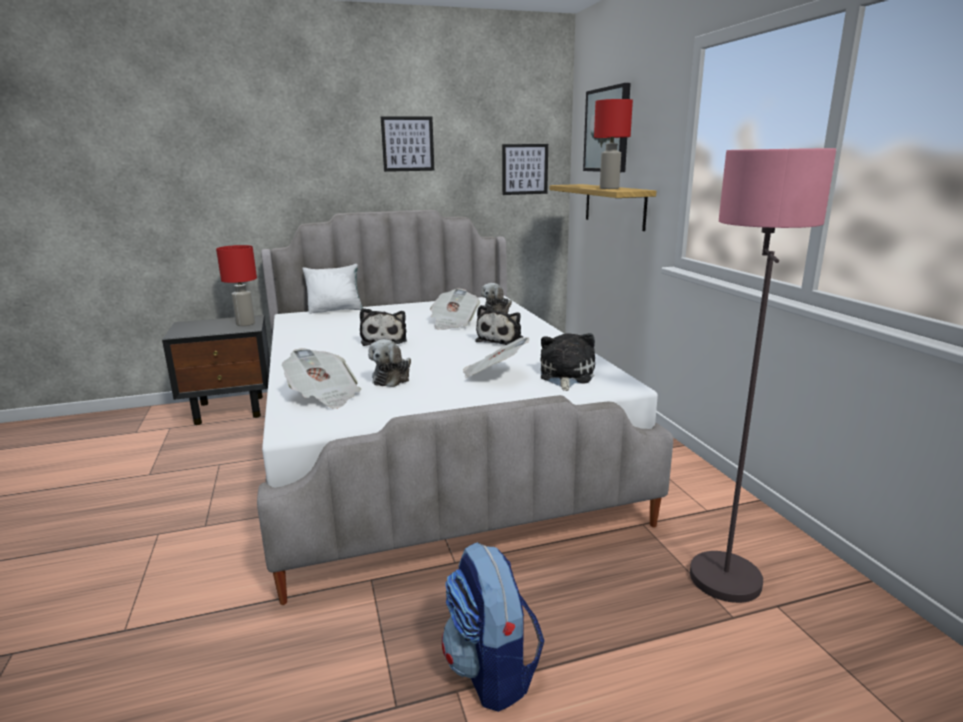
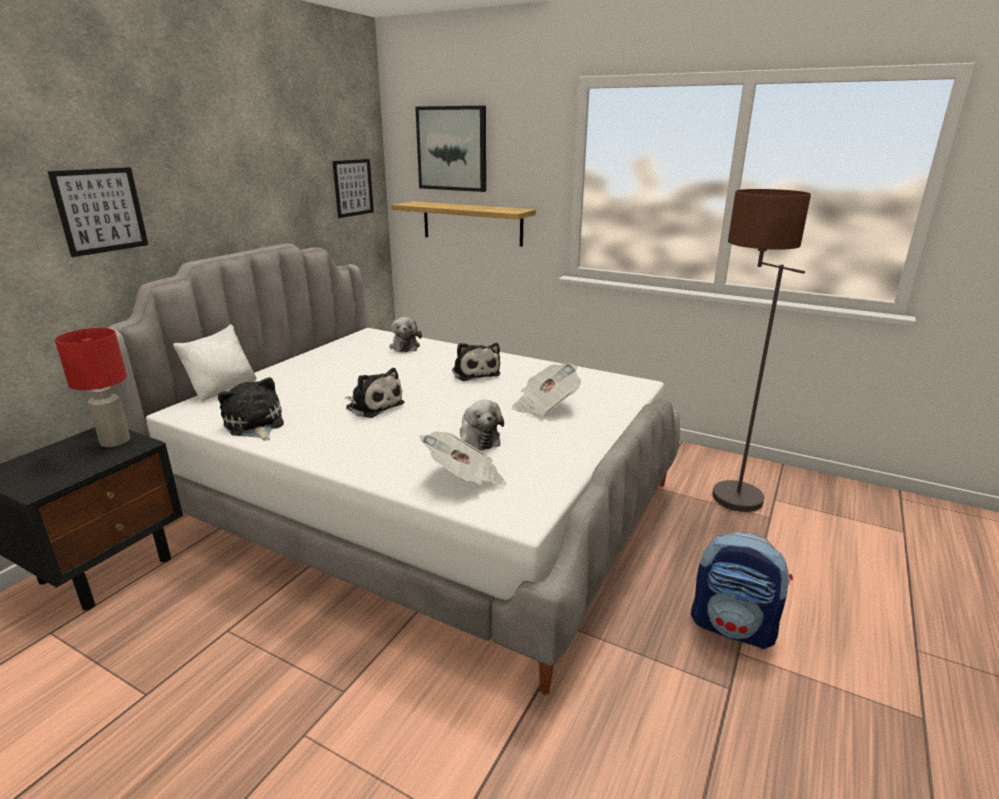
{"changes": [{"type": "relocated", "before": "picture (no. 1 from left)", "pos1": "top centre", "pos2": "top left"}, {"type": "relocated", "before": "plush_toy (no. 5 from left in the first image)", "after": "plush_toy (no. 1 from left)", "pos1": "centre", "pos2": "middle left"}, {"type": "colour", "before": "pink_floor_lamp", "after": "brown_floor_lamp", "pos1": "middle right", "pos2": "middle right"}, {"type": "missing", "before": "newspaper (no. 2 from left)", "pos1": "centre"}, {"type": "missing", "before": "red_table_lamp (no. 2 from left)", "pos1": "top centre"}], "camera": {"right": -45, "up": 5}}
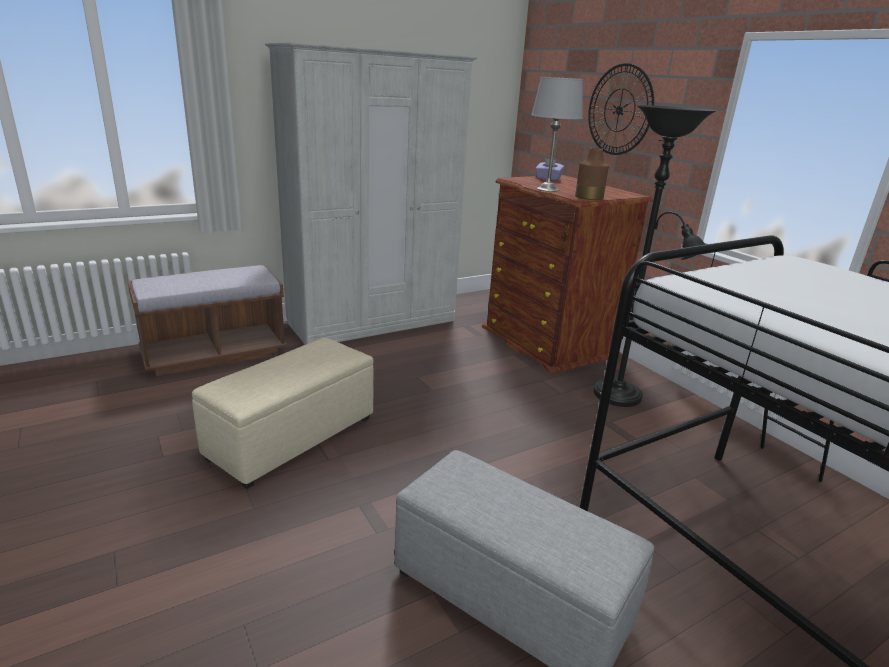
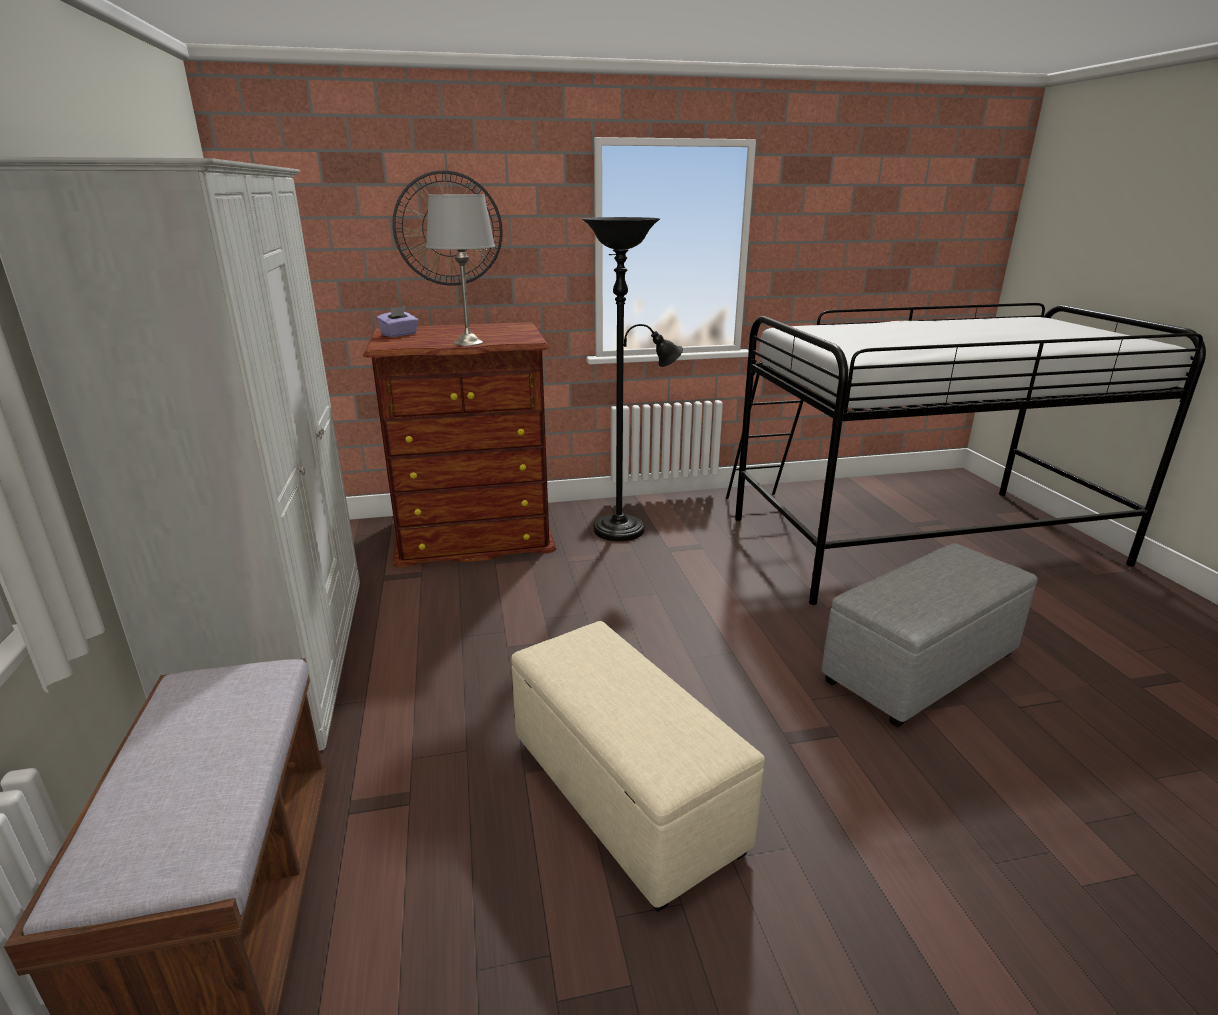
{"changes": [{"type": "missing", "before": "brown_vase", "pos1": "top centre"}], "camera": {"right": -70, "up": 0}}
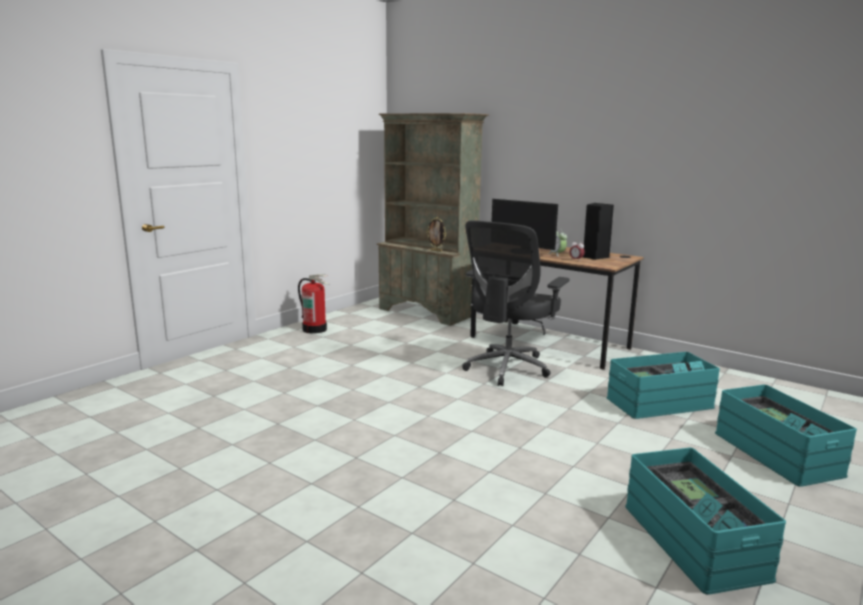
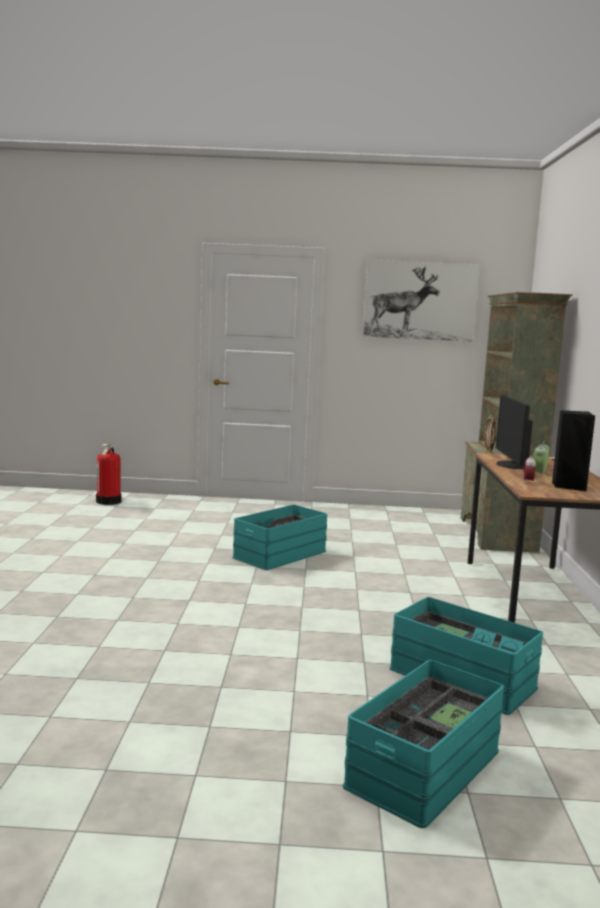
{"changes": [{"type": "relocated", "before": "fire_extinguisher", "pos1": "centre", "pos2": "middle left"}, {"type": "relocated", "before": "turquoise_storage_box (no. 2 from left in the first image)", "after": "turquoise_storage_box (no. 1 from left)", "pos1": "bottom right", "pos2": "centre"}, {"type": "appeared", "after": "picture", "pos2": "top right"}, {"type": "missing", "before": "office_chair", "pos1": "centre"}], "camera": {"right": 55, "up": -5}}
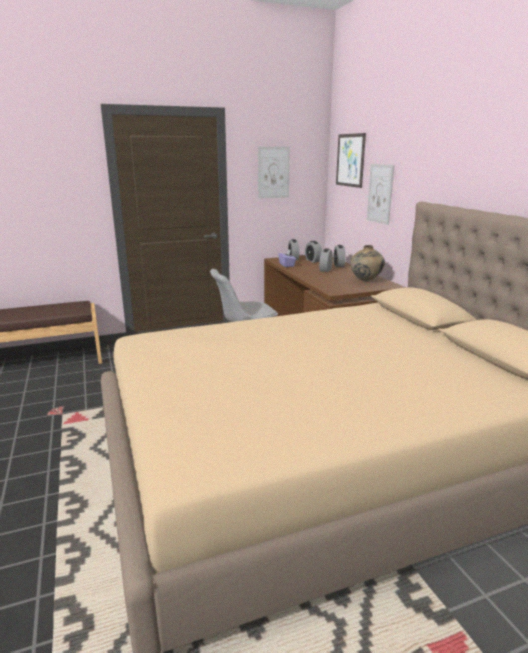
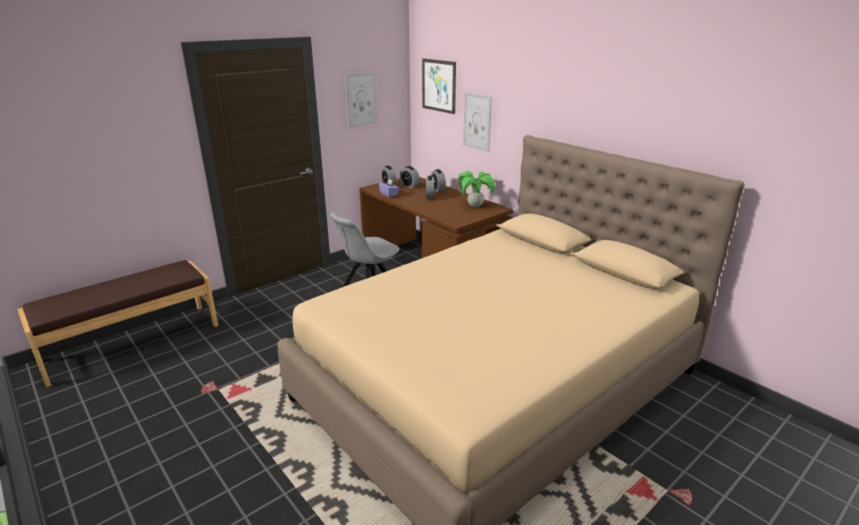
{"changes": [{"type": "exchanged", "before": "beige_vase", "after": "potted_plant", "pos1": "middle right", "pos2": "centre"}], "camera": {"right": -20, "up": 5}}
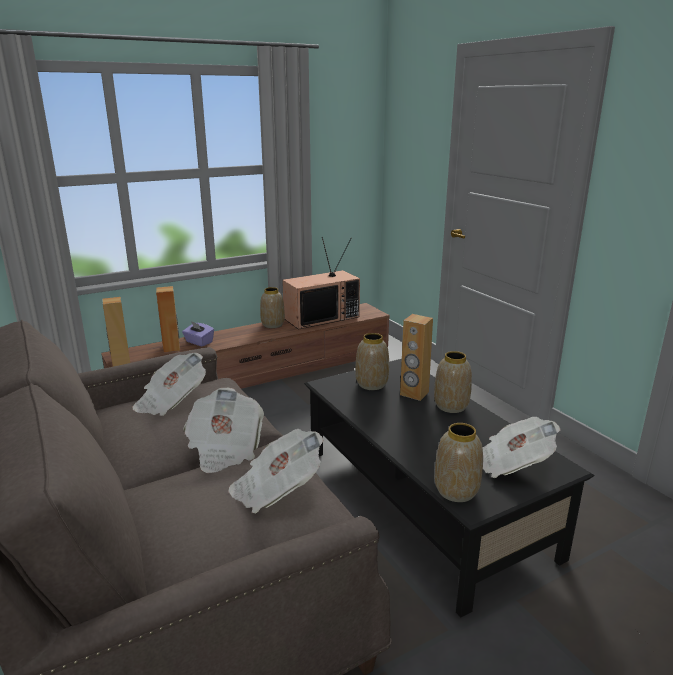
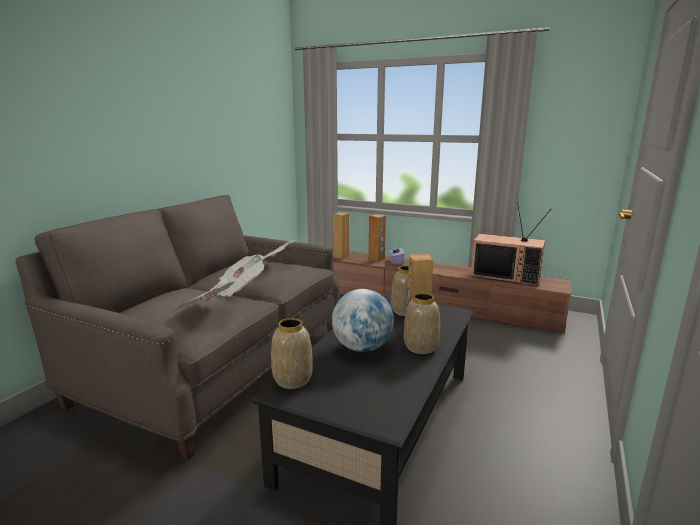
{"changes": [{"type": "appeared", "after": "globe", "pos2": "centre"}, {"type": "missing", "before": "vase (no. 1 from left)", "pos1": "centre"}, {"type": "missing", "before": "newspaper (no. 4 from left)", "pos1": "middle right"}], "camera": {"right": 55, "up": -5}}
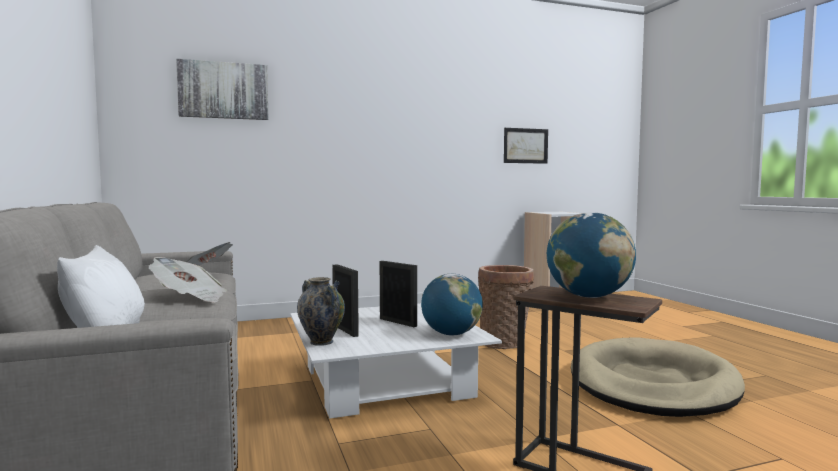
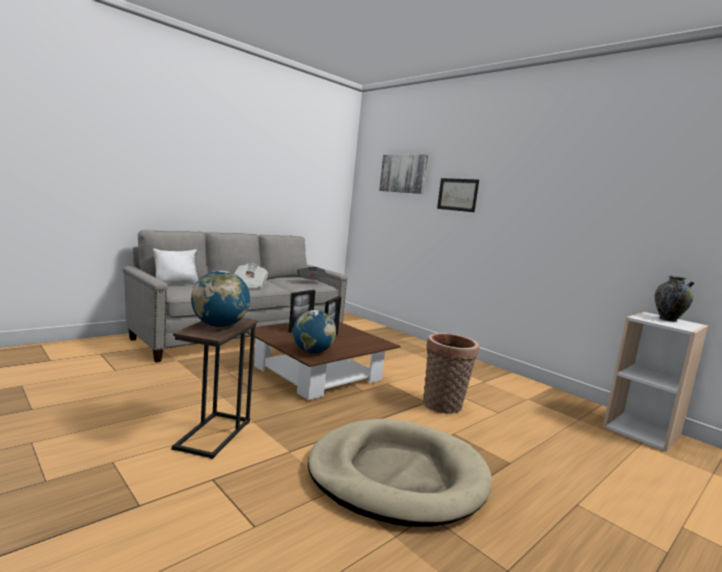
{"changes": [{"type": "colour", "before": "white_coffee_table", "after": "brown_coffee_table", "pos1": "bottom centre", "pos2": "centre"}, {"type": "relocated", "before": "picture (no. 2 from left)", "pos1": "top centre", "pos2": "centre"}, {"type": "relocated", "before": "vase", "pos1": "centre", "pos2": "middle right"}], "camera": {"right": 65, "up": 5}}
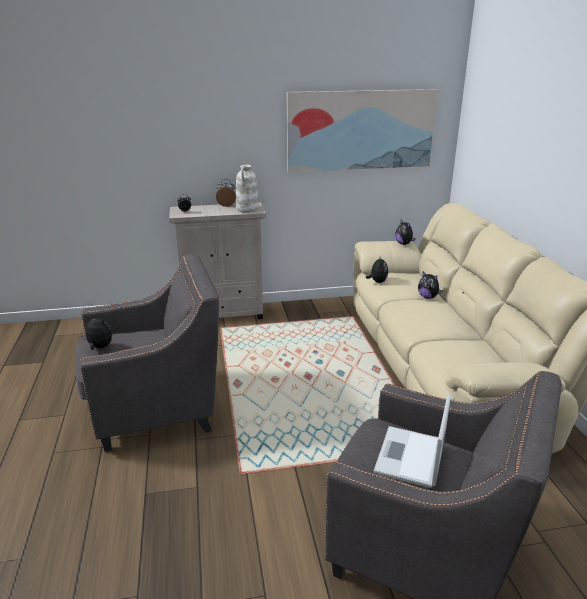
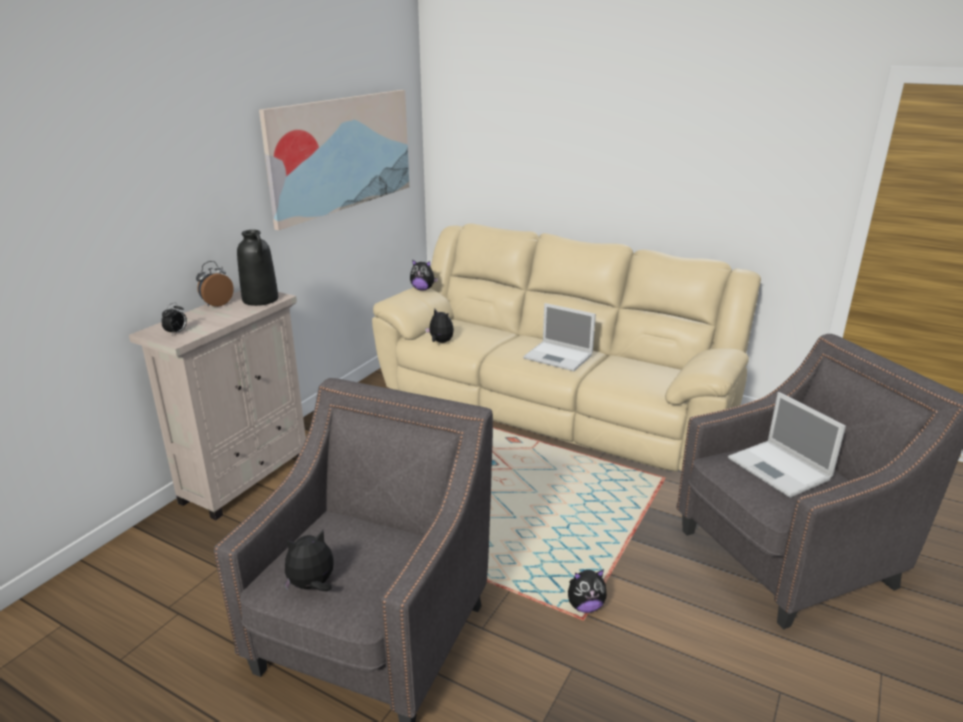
{"changes": [{"type": "colour", "before": "white_vase", "after": "black_vase", "pos1": "top centre", "pos2": "middle left"}, {"type": "appeared", "after": "laptop (no. 1 from left)", "pos2": "centre"}, {"type": "relocated", "before": "plush_toy (no. 4 from left)", "pos1": "middle right", "pos2": "bottom centre"}], "camera": {"right": -50, "up": 0}}
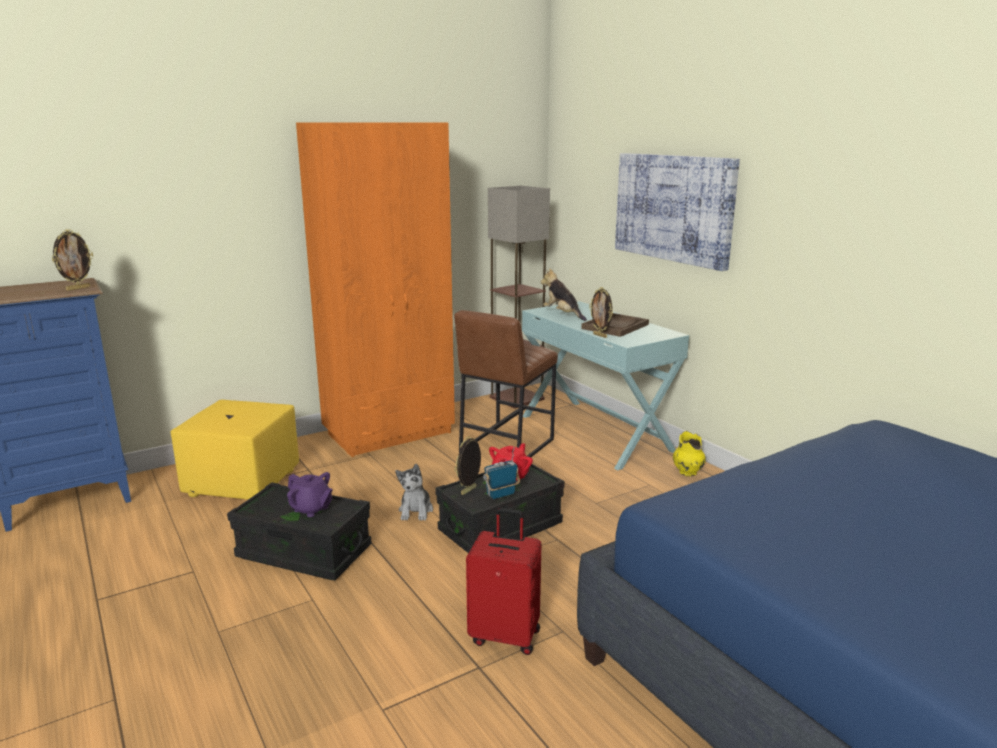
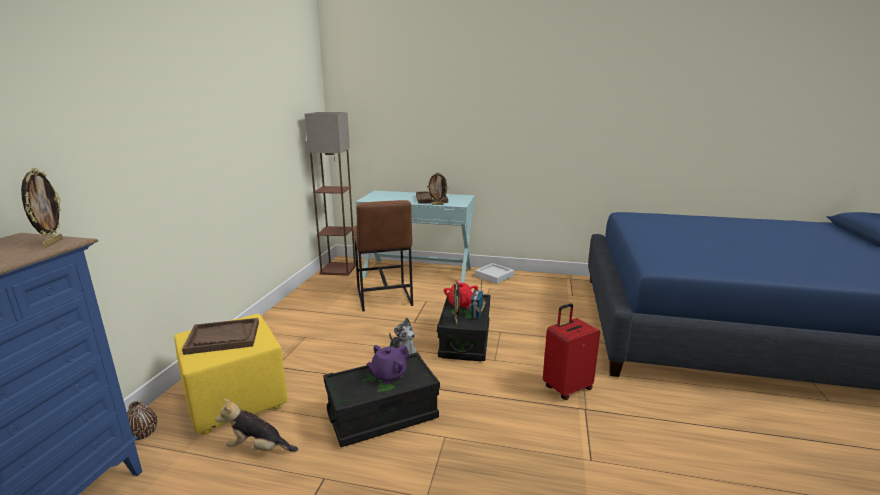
{"changes": [{"type": "appeared", "after": "brown_vase", "pos2": "bottom left"}, {"type": "appeared", "after": "brown_tray (no. 1 from left)", "pos2": "bottom left"}, {"type": "relocated", "before": "plush_toy (no. 2 from left in the first image)", "after": "plush_toy (no. 1 from left)", "pos1": "centre", "pos2": "bottom left"}, {"type": "spun", "before": "purple_teapot", "pos1": "middle left", "pos2": "bottom centre", "turn": 150}, {"type": "exchanged", "before": "yellow_vase", "after": "grey_tray", "pos1": "middle right", "pos2": "centre"}, {"type": "missing", "before": "orange_wardrobe", "pos1": "centre"}, {"type": "missing", "before": "picture", "pos1": "top right"}], "camera": {"right": -45, "up": 0}}
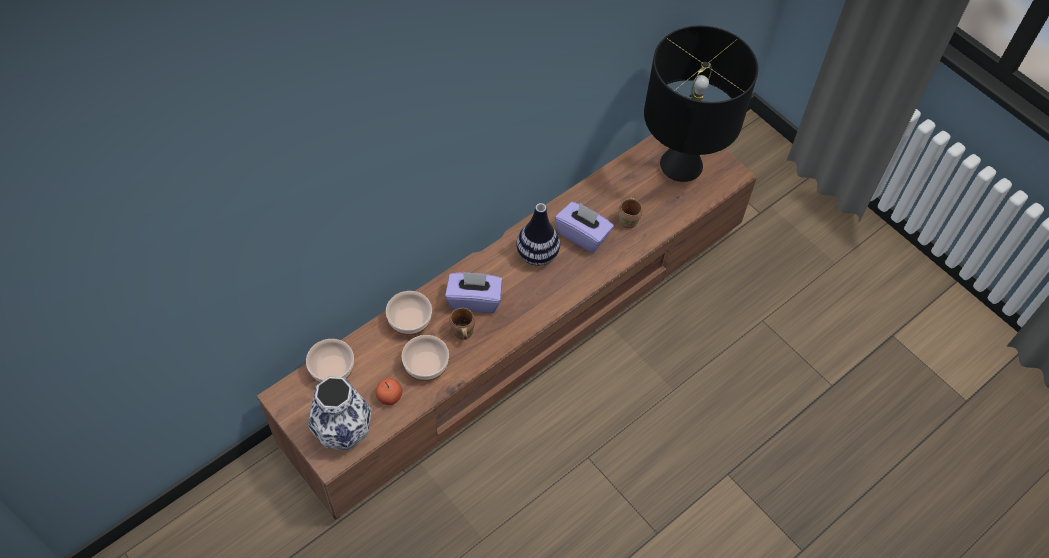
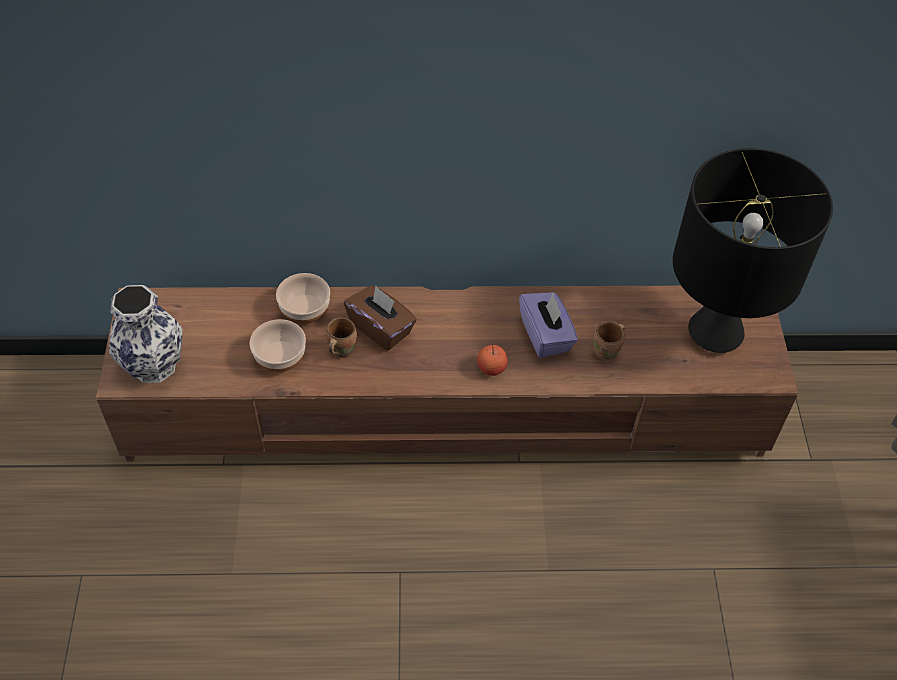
{"changes": [{"type": "colour", "before": "purple_tissue_box (no. 1 from left)", "after": "brown_tissue_box", "pos1": "centre", "pos2": "centre"}, {"type": "relocated", "before": "apple", "pos1": "bottom centre", "pos2": "centre"}, {"type": "missing", "before": "bowl (no. 1 from left)", "pos1": "middle left"}, {"type": "missing", "before": "vase (no. 2 from left)", "pos1": "centre"}], "camera": {"right": 40, "up": -5}}
